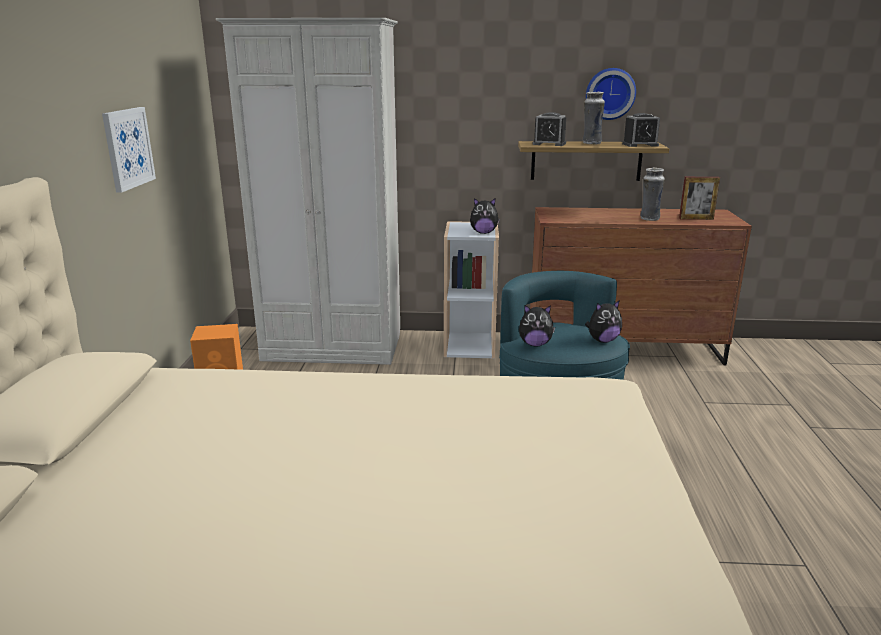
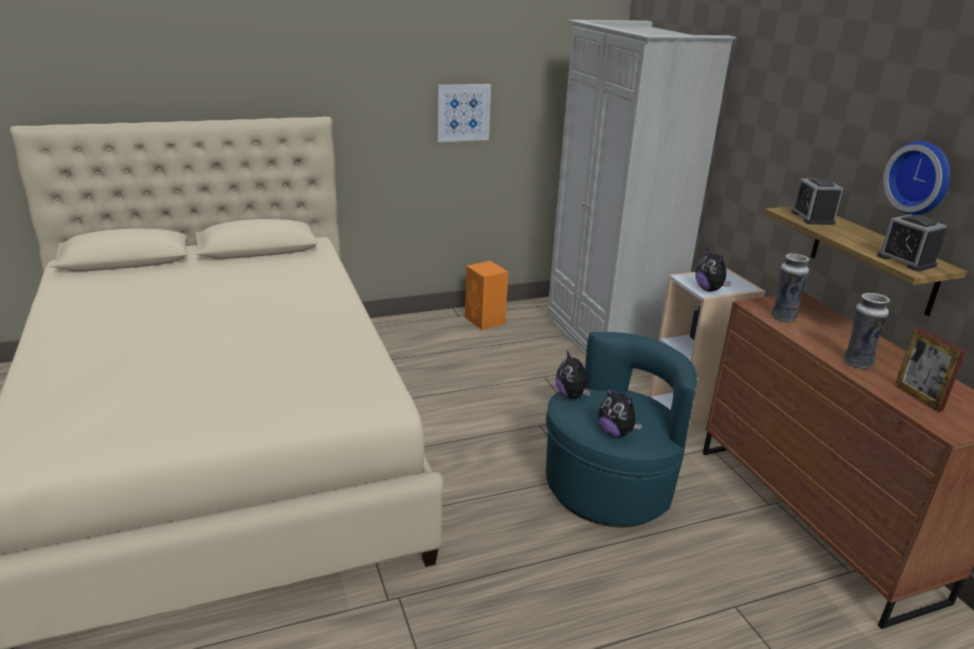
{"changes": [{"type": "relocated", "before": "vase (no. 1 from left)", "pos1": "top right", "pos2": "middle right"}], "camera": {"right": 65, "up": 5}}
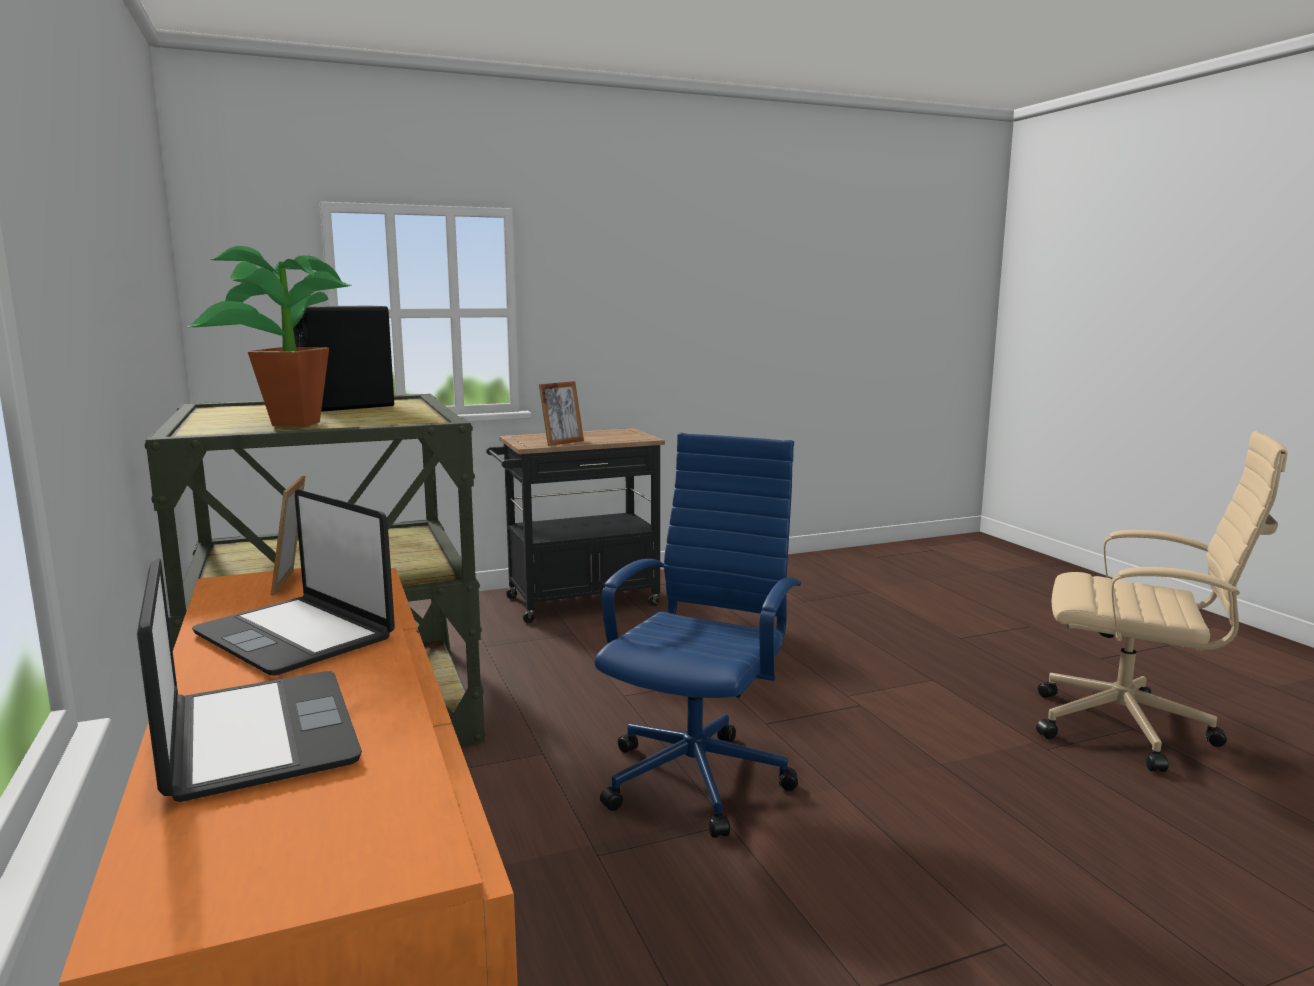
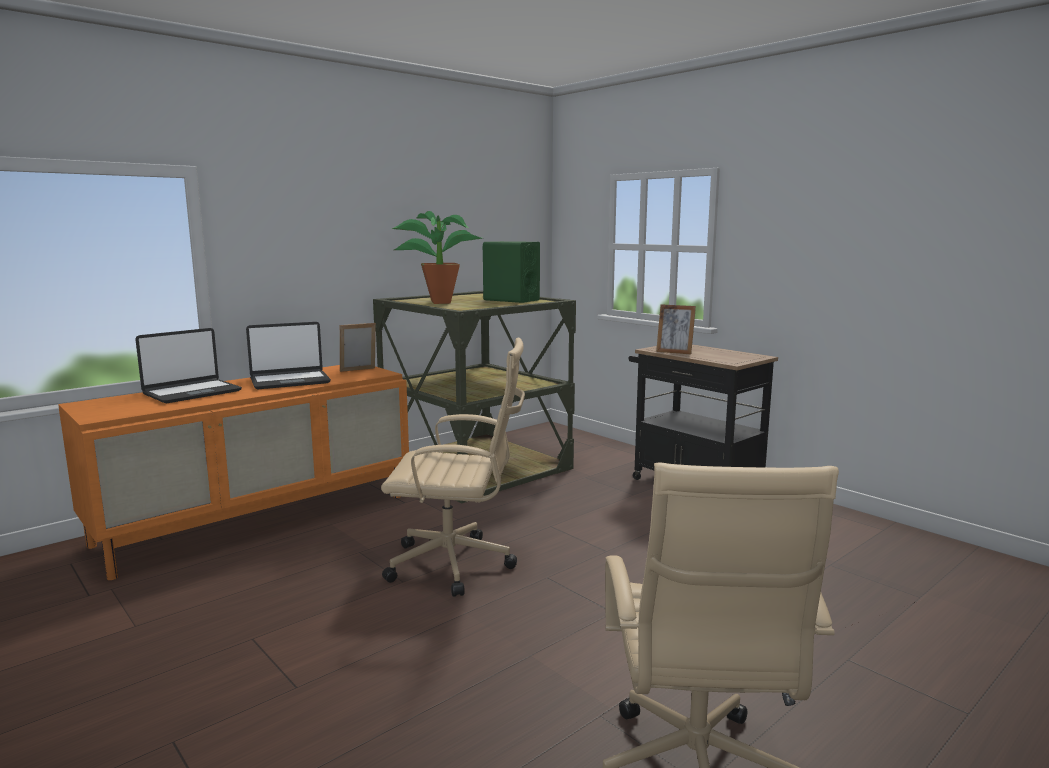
{"changes": [{"type": "spun", "before": "laptop (no. 2 from left)", "pos1": "middle left", "pos2": "middle left", "turn": -135}, {"type": "colour", "before": "blue_office_chair", "after": "beige_office_chair (no. 1 from left)", "pos1": "centre", "pos2": "centre"}, {"type": "colour", "before": "black_speaker", "after": "green_speaker", "pos1": "middle left", "pos2": "centre"}], "camera": {"right": 70, "up": 0}}
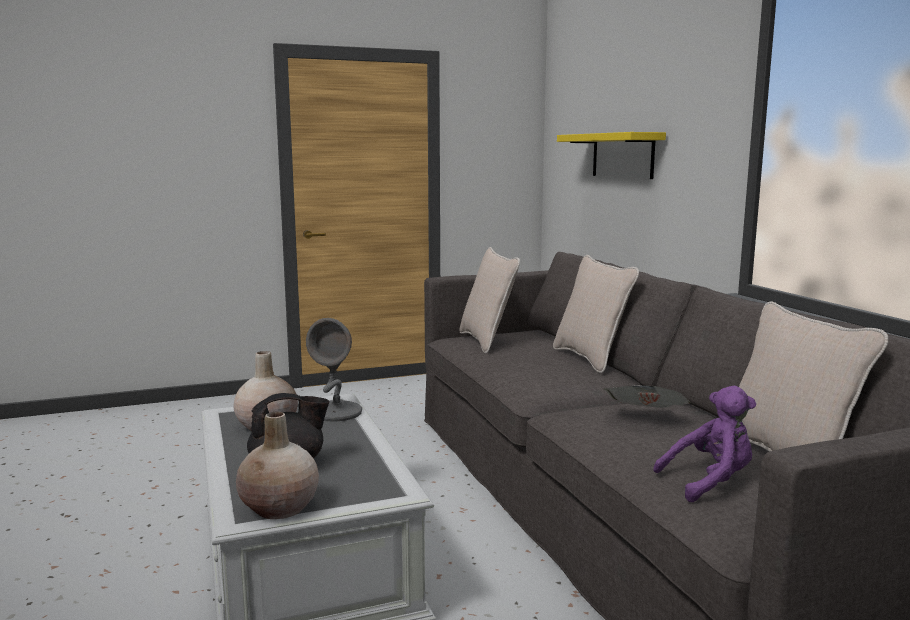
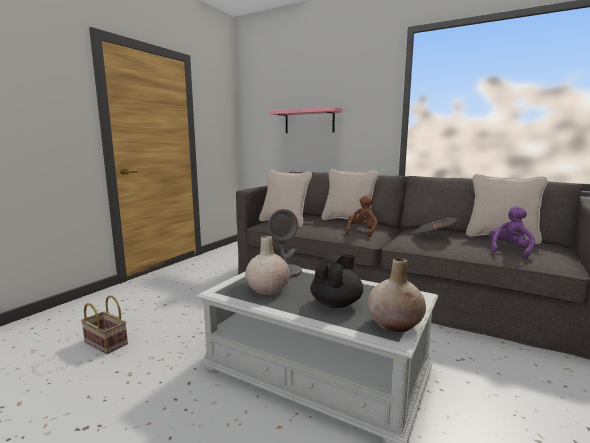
{"changes": [{"type": "appeared", "after": "basket", "pos2": "bottom left"}, {"type": "colour", "before": "yellow_shelf", "after": "pink_shelf", "pos1": "top right", "pos2": "top centre"}, {"type": "appeared", "after": "brown_plush_toy", "pos2": "centre"}], "camera": {"right": -40, "up": 0}}
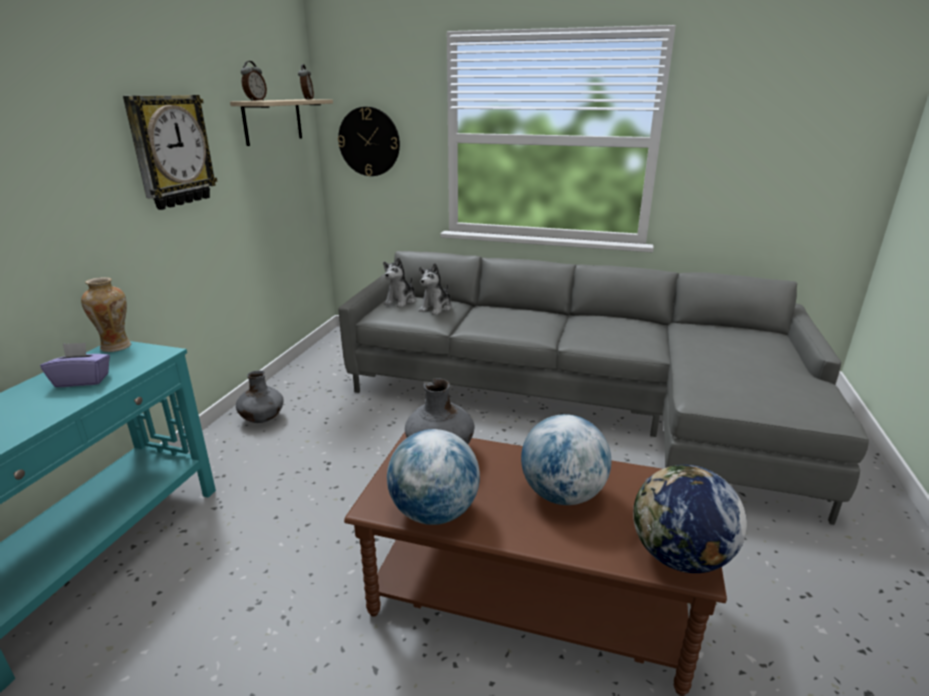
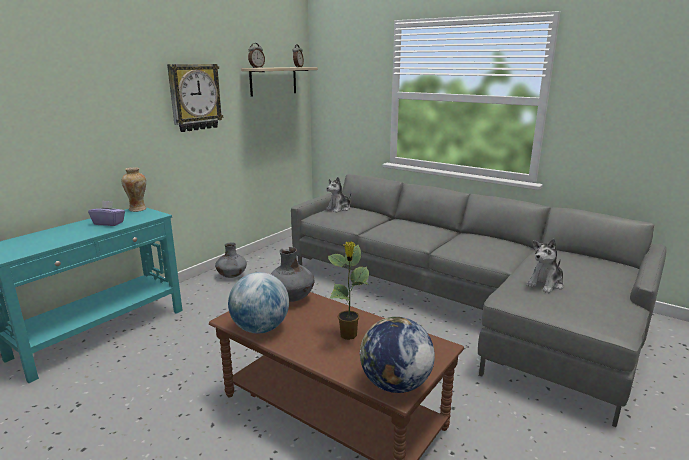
{"changes": [{"type": "exchanged", "before": "globe (no. 2 from left)", "after": "potted_plant", "pos1": "centre", "pos2": "centre"}, {"type": "relocated", "before": "plush_toy (no. 2 from left)", "pos1": "centre", "pos2": "middle right"}, {"type": "missing", "before": "wall_clock (no. 2 from left)", "pos1": "top centre"}], "camera": {"right": 20, "up": -5}}
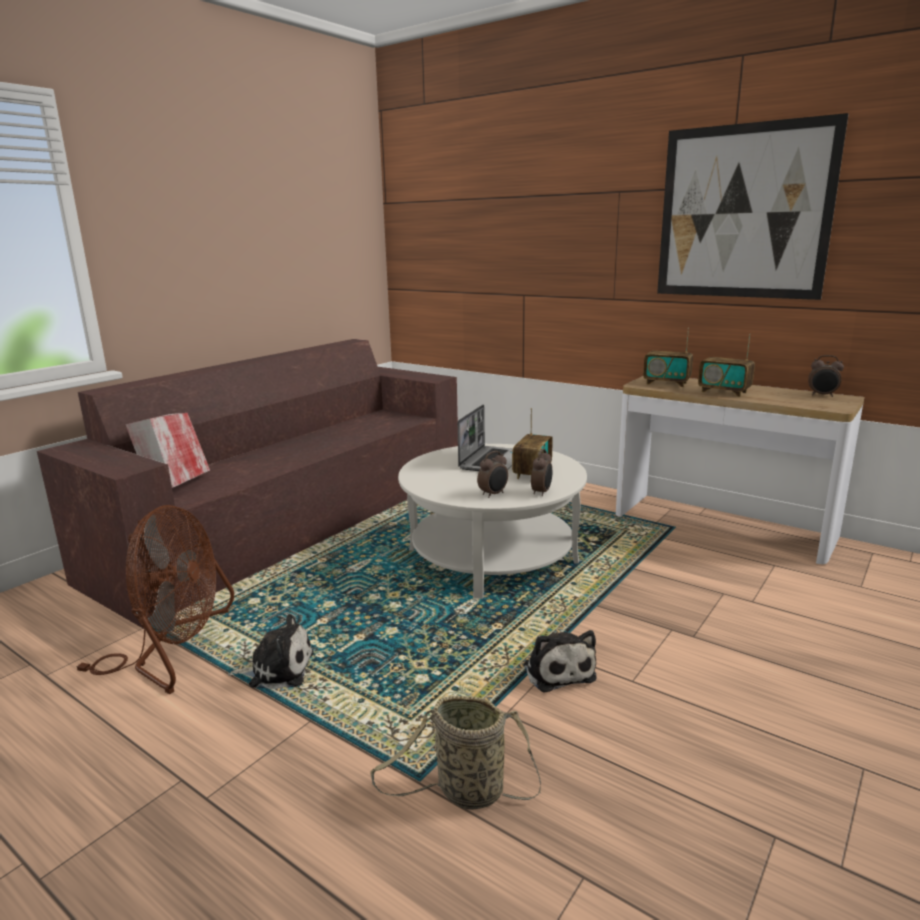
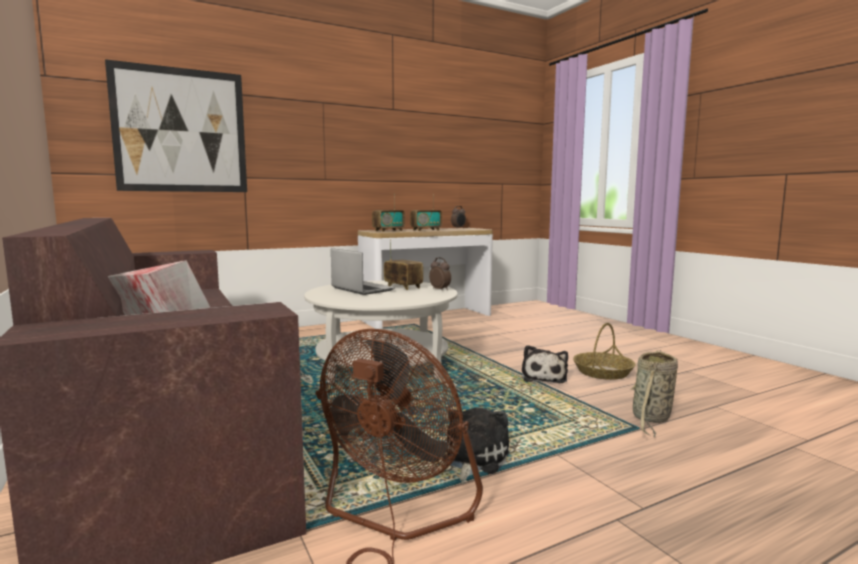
{"changes": [{"type": "relocated", "before": "picture", "pos1": "top right", "pos2": "top left"}, {"type": "spun", "before": "plush_toy (no. 2 from left)", "pos1": "bottom centre", "pos2": "centre", "turn": 90}, {"type": "appeared", "after": "basket (no. 1 from left)", "pos2": "middle right"}, {"type": "missing", "before": "alarm_clock (no. 1 from left)", "pos1": "centre"}], "camera": {"right": -65, "up": -10}}
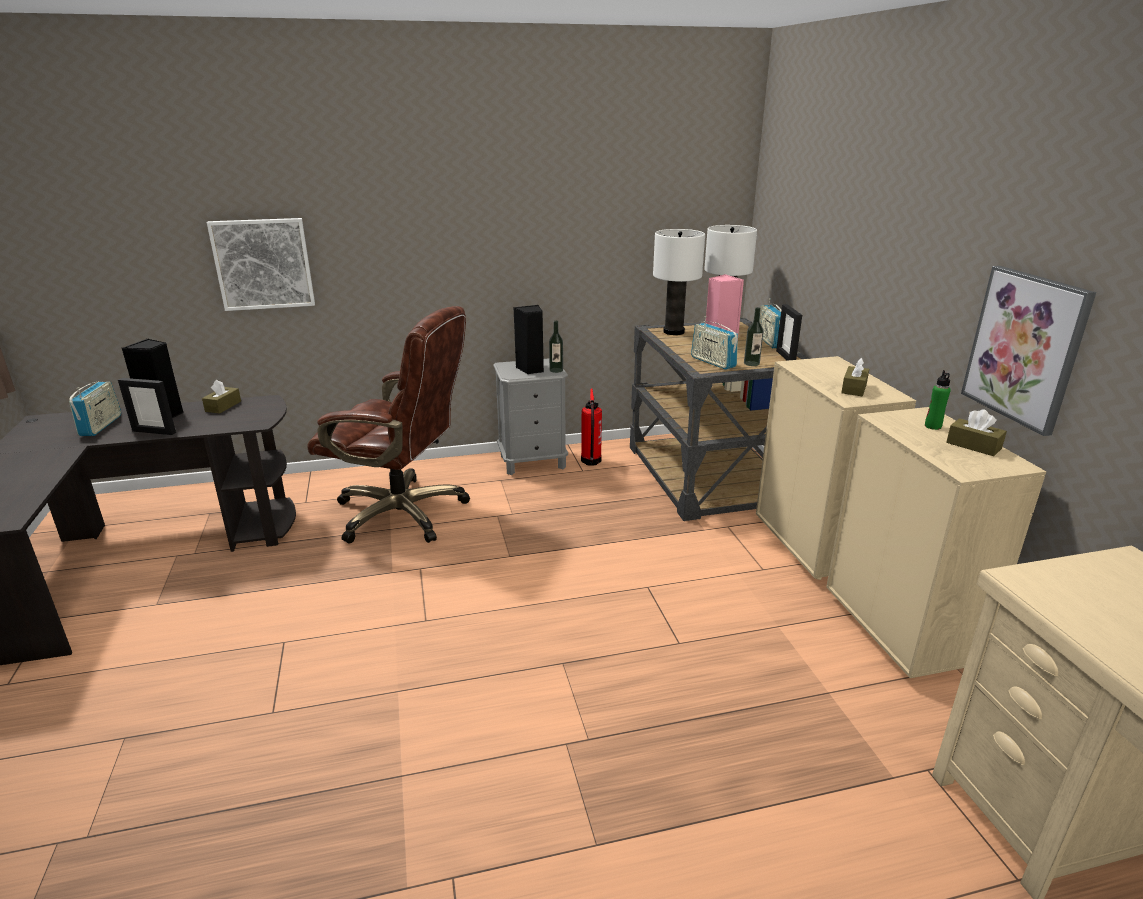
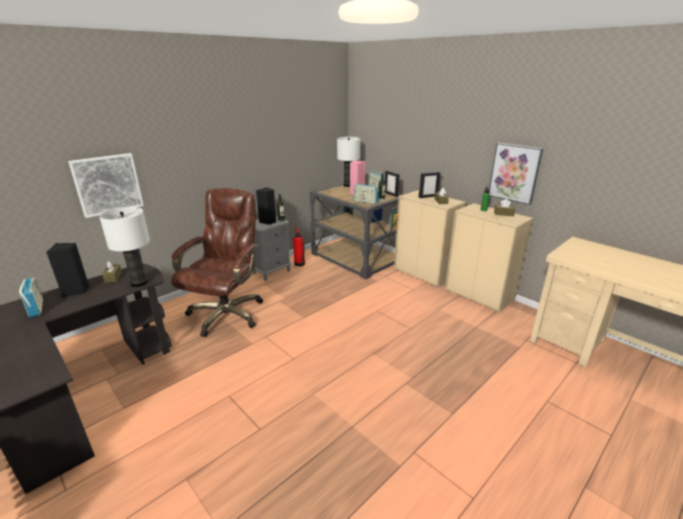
{"changes": [{"type": "relocated", "before": "white_table_lamp (no. 1 from left)", "pos1": "top centre", "pos2": "middle left"}, {"type": "spun", "before": "brown_office_chair", "pos1": "centre", "pos2": "middle left", "turn": -60}, {"type": "relocated", "before": "picture_frame (no. 1 from left in the first image)", "after": "picture_frame (no. 2 from left)", "pos1": "middle left", "pos2": "centre"}], "camera": {"right": -30, "up": 0}}
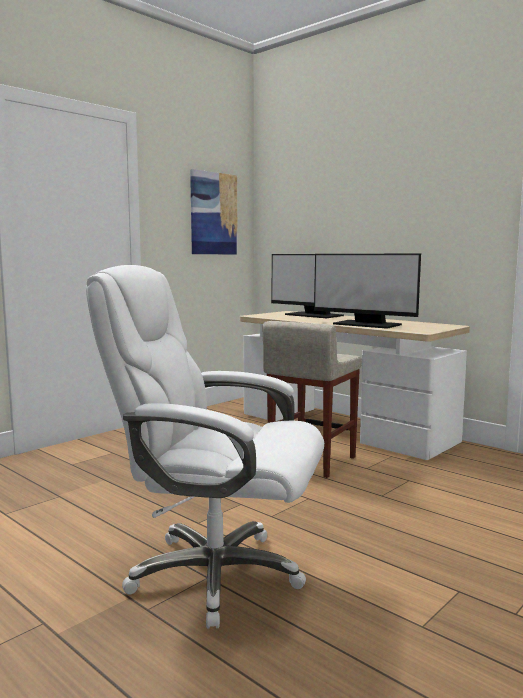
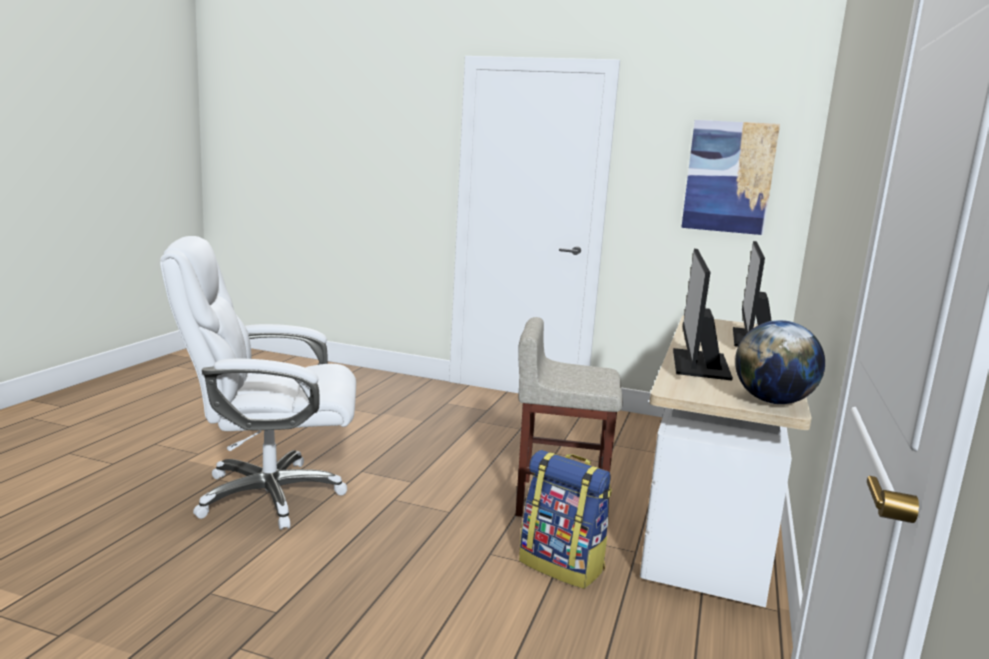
{"changes": [{"type": "spun", "before": "white_office_chair", "pos1": "centre", "pos2": "middle left", "turn": -90}, {"type": "appeared", "after": "backpack", "pos2": "bottom centre"}, {"type": "appeared", "after": "globe", "pos2": "middle right"}], "camera": {"right": 65, "up": 5}}
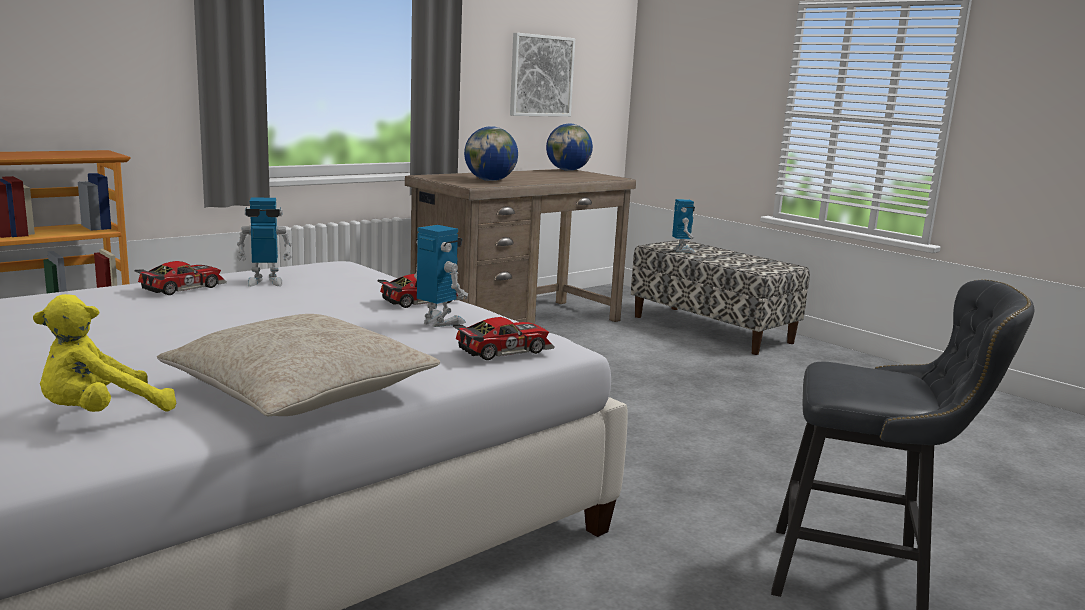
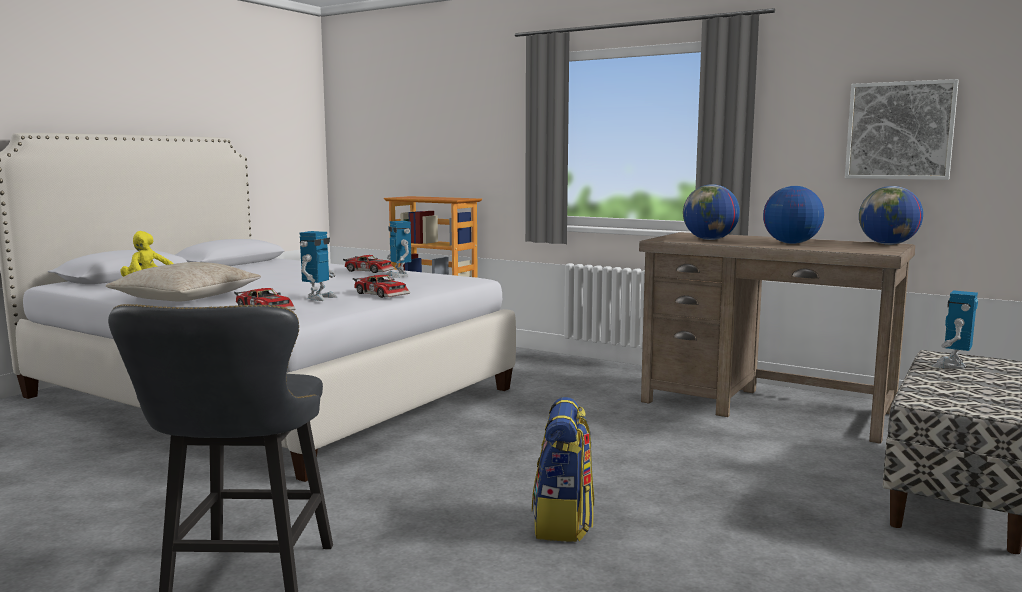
{"changes": [{"type": "appeared", "after": "backpack", "pos2": "bottom centre"}, {"type": "appeared", "after": "globe (no. 2 from left)", "pos2": "middle right"}, {"type": "spun", "before": "toy_robot (no. 3 from left)", "pos1": "centre", "pos2": "middle right", "turn": 150}], "camera": {"right": 75, "up": -5}}
